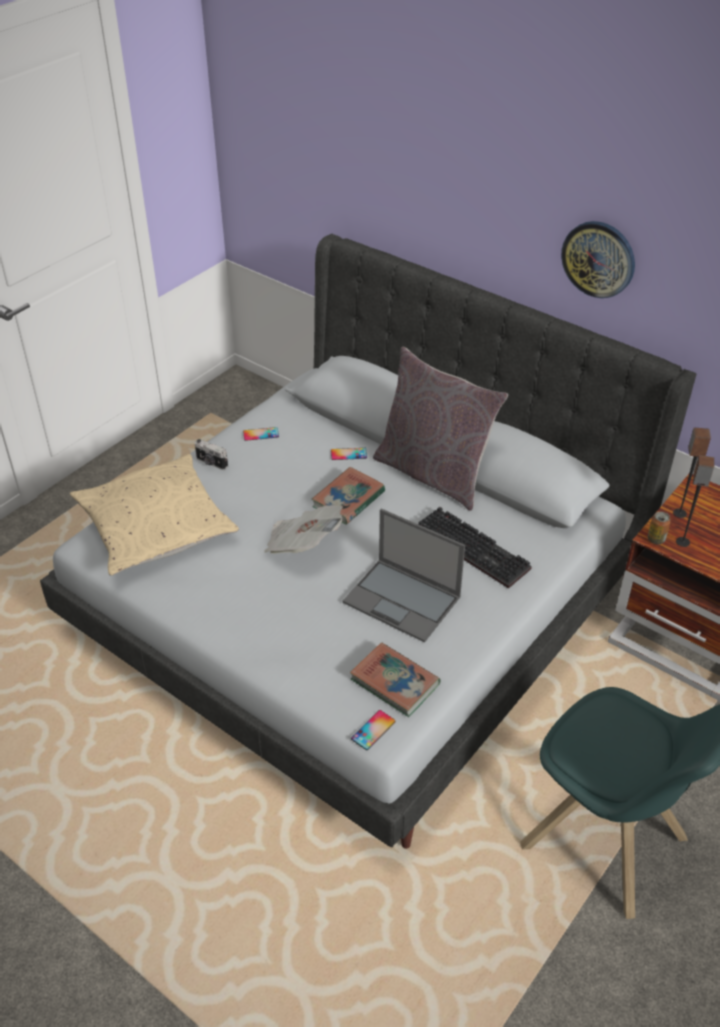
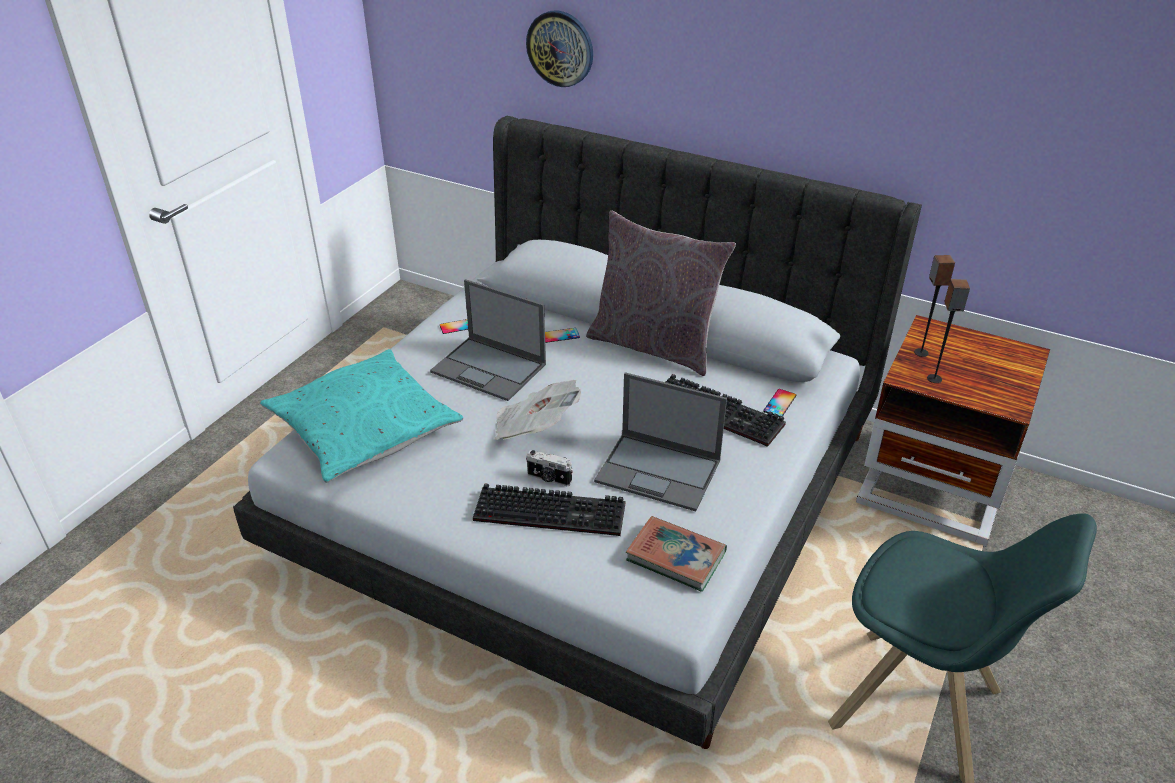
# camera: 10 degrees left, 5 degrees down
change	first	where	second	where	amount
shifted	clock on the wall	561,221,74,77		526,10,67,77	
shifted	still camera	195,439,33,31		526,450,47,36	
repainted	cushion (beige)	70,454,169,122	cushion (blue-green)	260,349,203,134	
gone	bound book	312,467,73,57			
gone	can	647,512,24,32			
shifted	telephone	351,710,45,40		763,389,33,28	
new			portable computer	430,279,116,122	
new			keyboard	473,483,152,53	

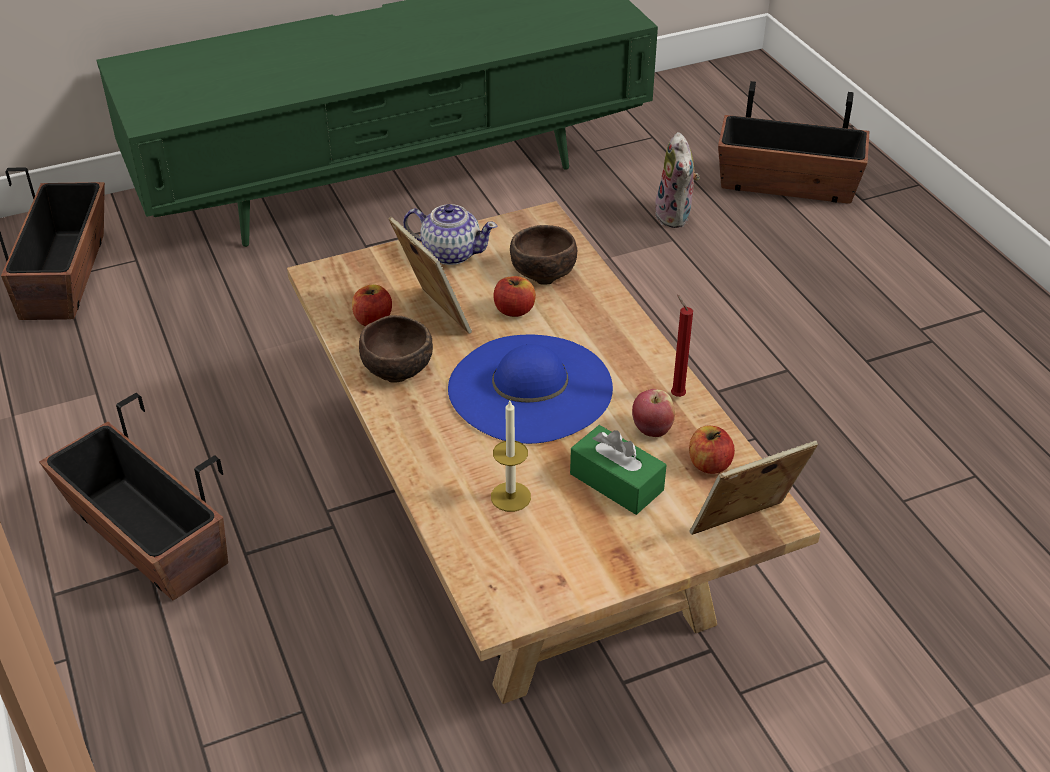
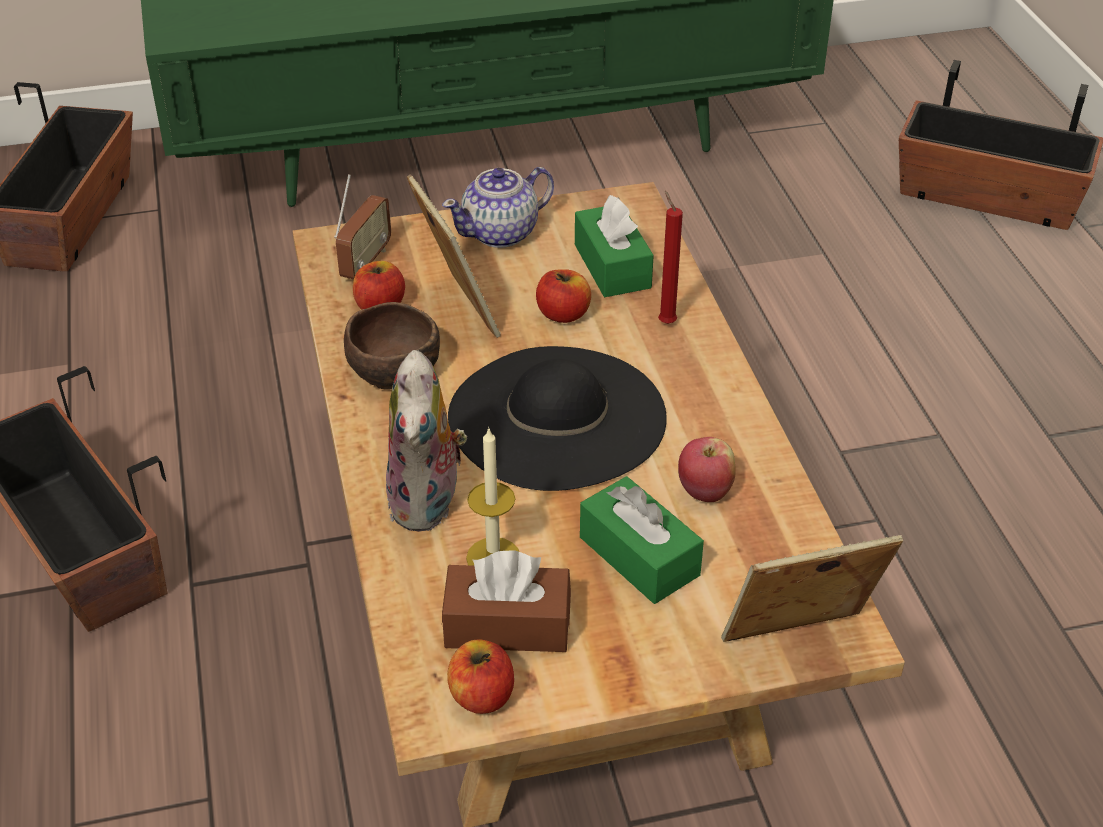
# camera: 10 degrees right, 0 degrees up
change	first	where	second	where	amount
shifted	cuddly toy	655,132,44,96		386,350,81,182	
rotated	teapot	403,204,95,61		442,167,112,81	120 degrees clockwise
swapped	serving bowl (brownish)	510,225,67,59	tissue holder (green-coloured)	575,195,79,102	
shifted	wax light (red-coloured)	671,295,22,102		658,191,25,133	
repainted	wearable hat (bluish)	448,335,165,109	wearable hat (black-coloured)	448,346,219,145	
shifted	apple	689,425,46,49		447,639,67,75	
new			radio	334,174,57,105	
new			tissue holder (brownish)	442,550,129,102	

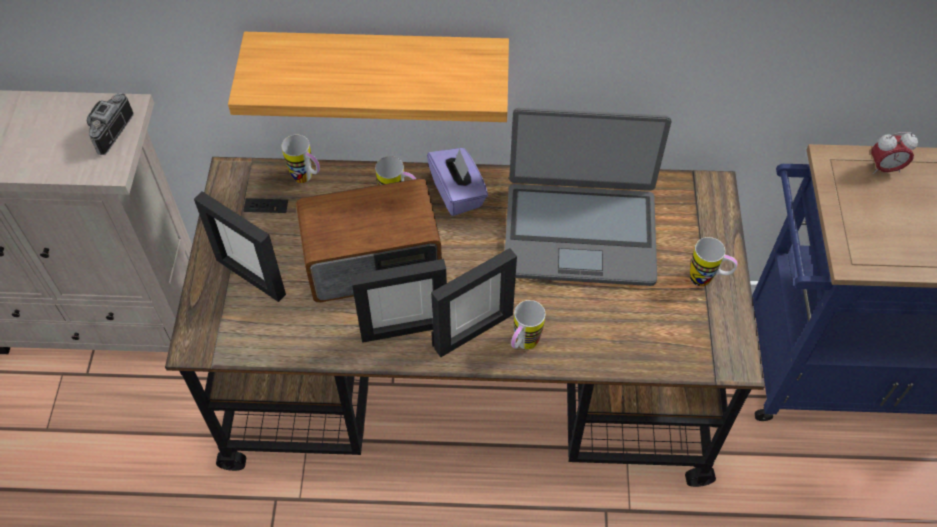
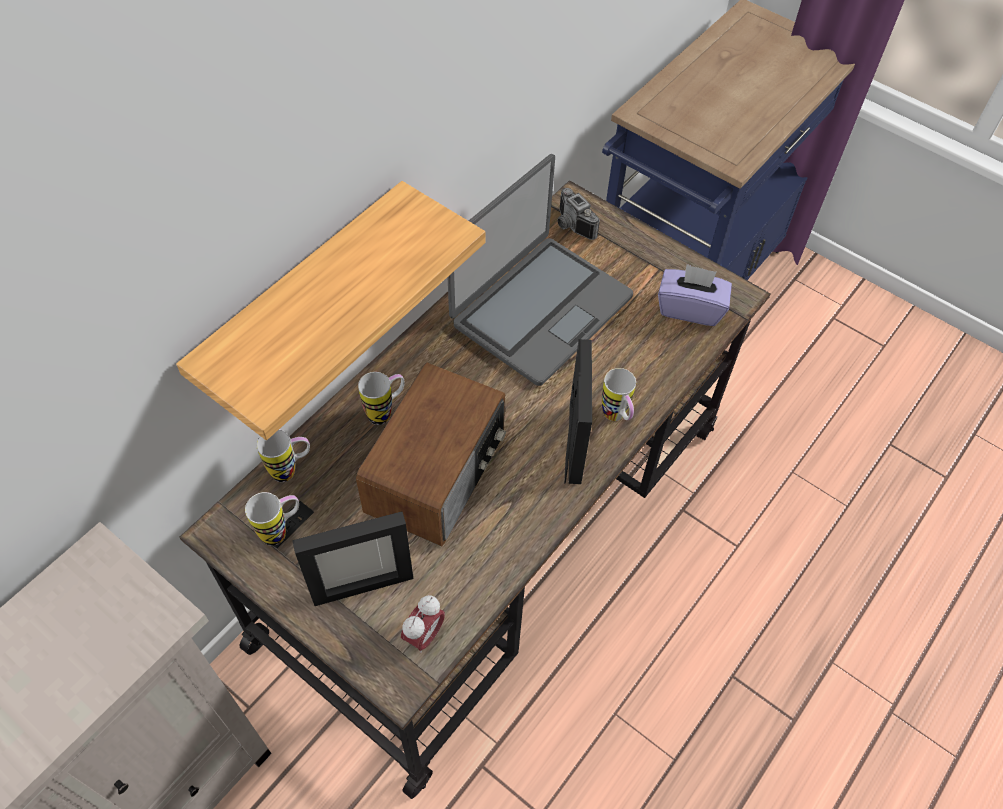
# camera: 55 degrees left, 0 degrees up
change	first	where	second	where	amount
shifted	still camera	87,94,47,61		558,188,42,52	
shifted	alarm clock	871,132,47,42		401,595,44,58	
shifted	tissue holder (purplish)	427,148,61,68		658,264,74,62	
shifted	tea mug	690,237,47,50		245,492,54,54	
gone	standing frame	350,259,97,84			

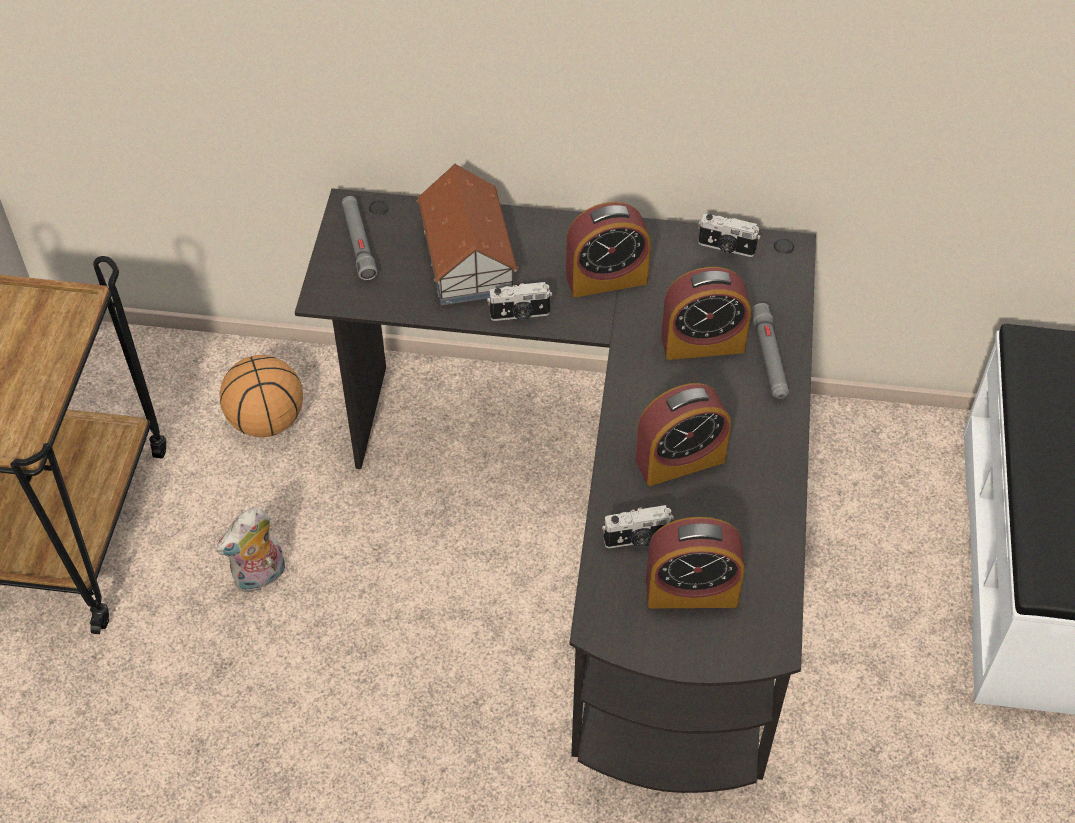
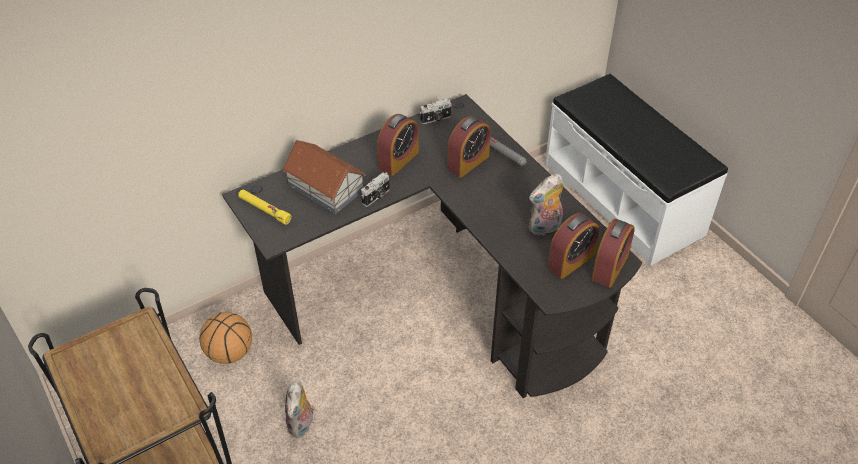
# camera: 40 degrees left, 5 degrees down
change	first	where	second	where	amount
repainted	hand torch (gray)	342,196,36,84	hand torch (yellowish)	238,189,54,36	
shifted	alarm clock	635,383,96,103		592,219,43,69	
gone	still camera	602,505,72,43			
new			cuddly toy	529,173,34,63	

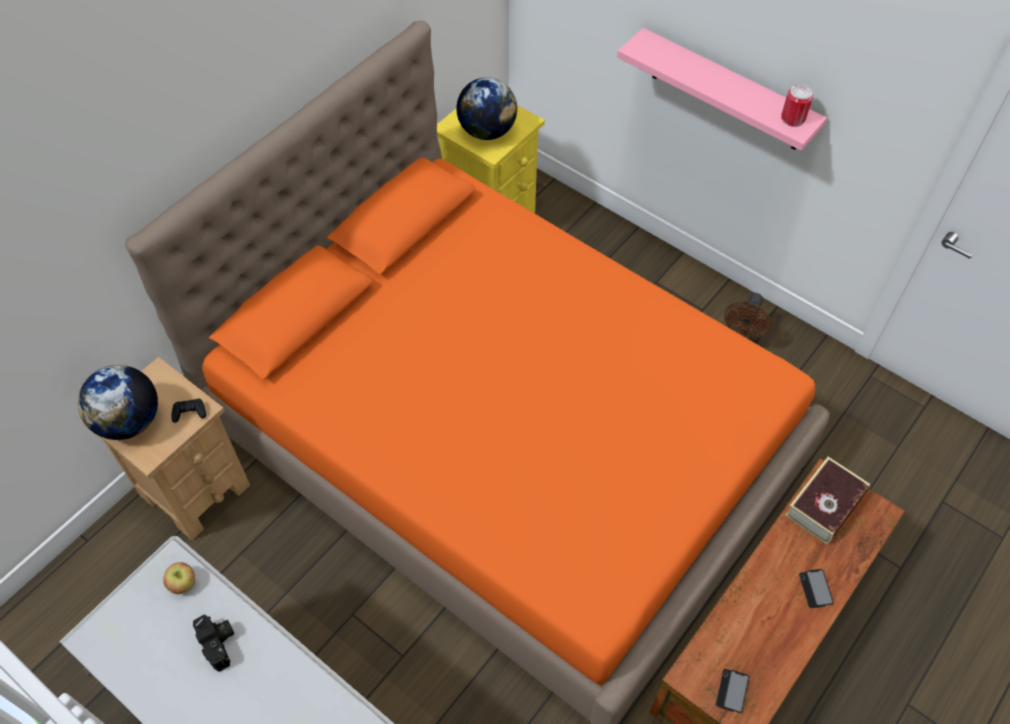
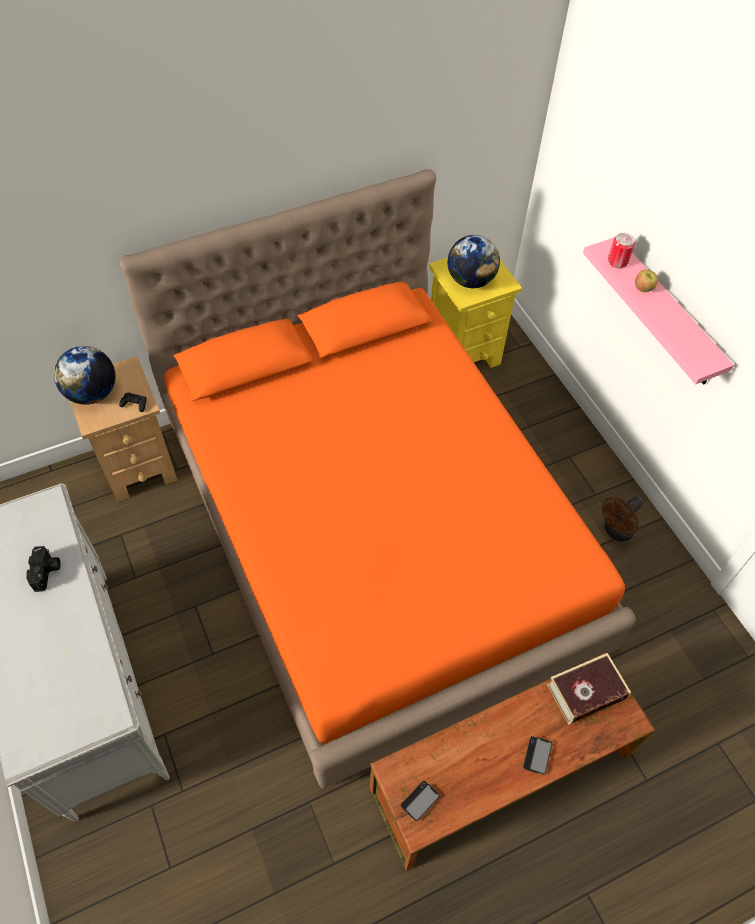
# camera: 25 degrees right, 0 degrees up
change	first	where	second	where	amount
shifted	can	781,84,32,43		608,233,27,36	
shifted	apple	163,562,32,32		635,269,23,23	

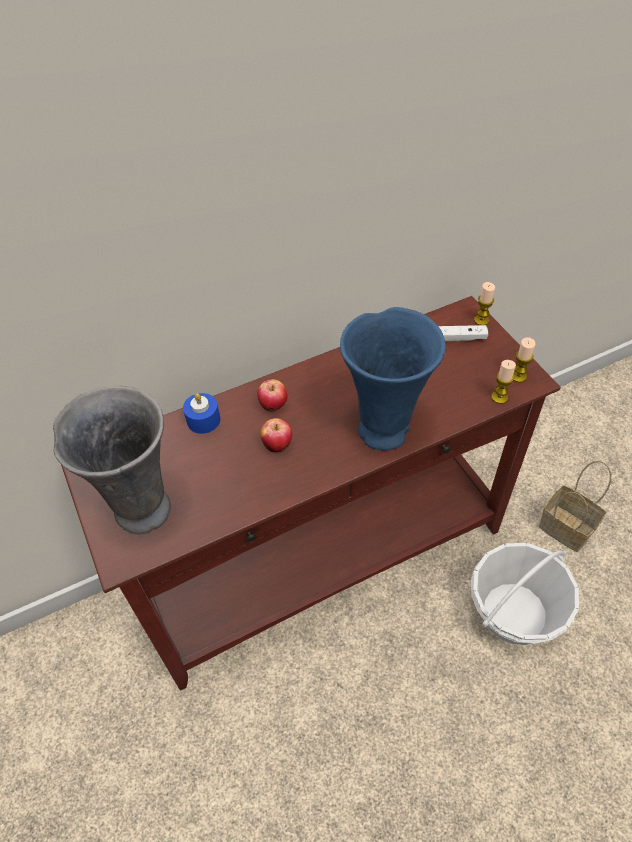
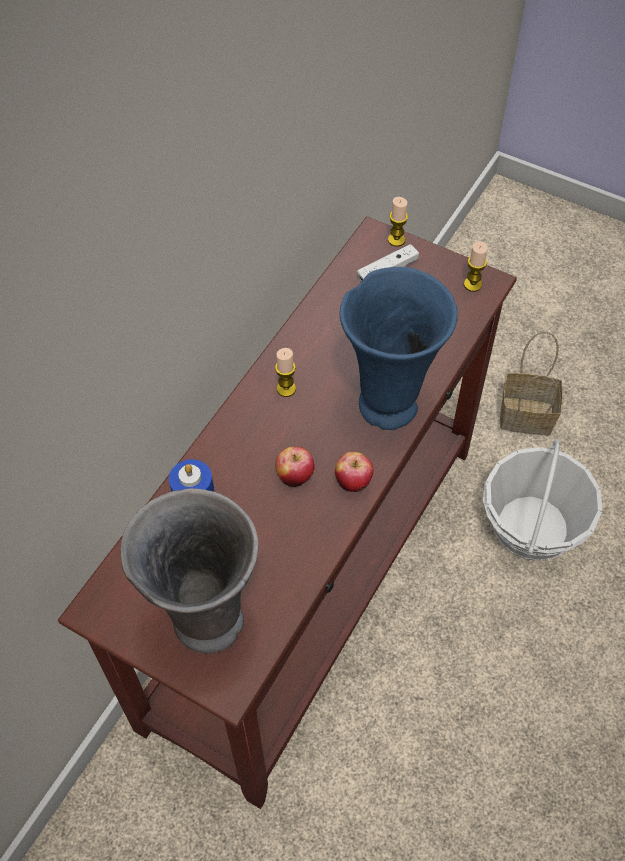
# camera: 35 degrees left, 5 degrees up
change	first	where	second	where	amount
shifted	wax light	491,360,25,44		275,348,21,49	
shifted	apple	257,379,30,33		335,452,38,40	

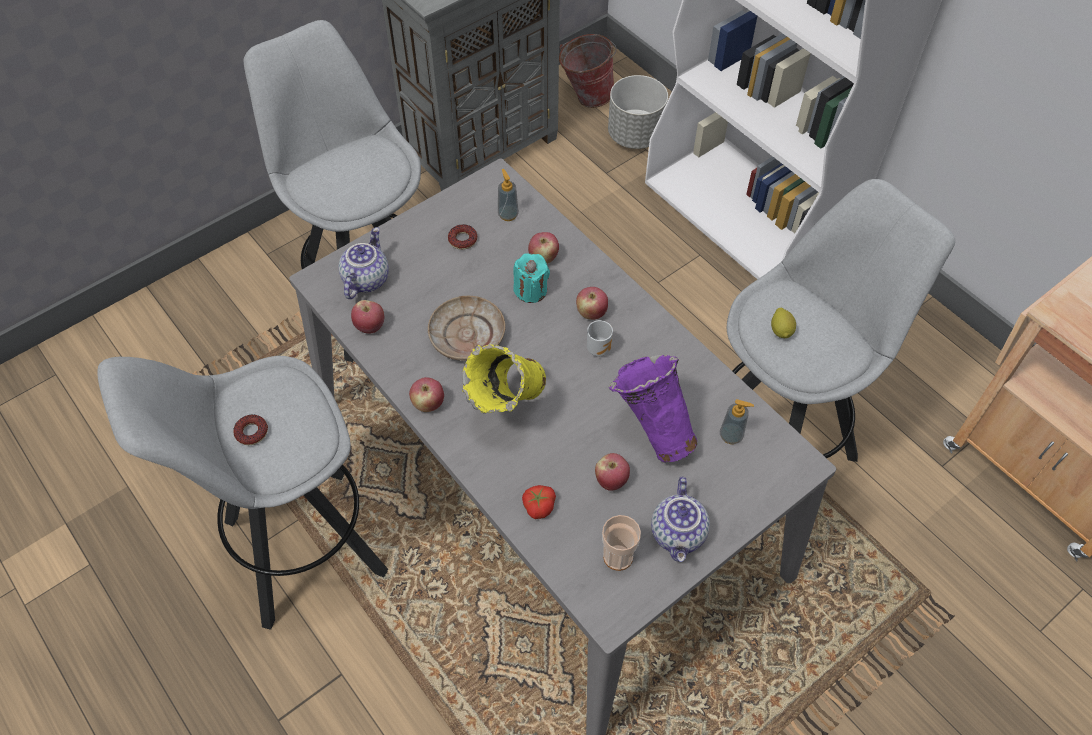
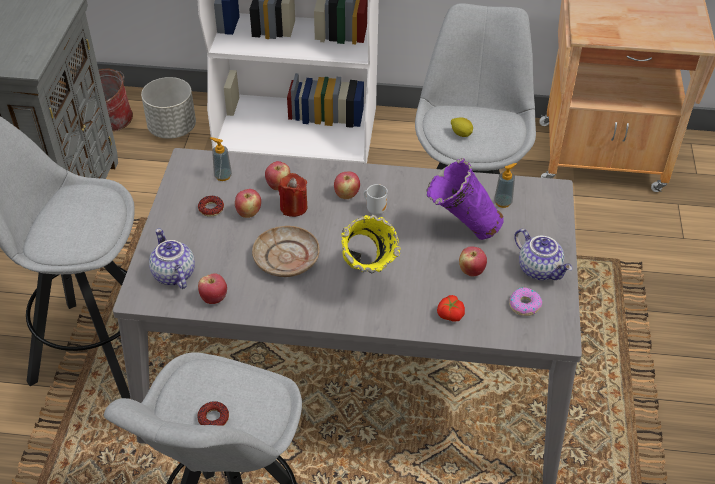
# camera: 45 degrees left, 10 degrees down
change	first	where	second	where	amount
repainted	wax light (blue-green)	513,253,37,50	wax light (red-coloured)	278,173,30,44	
shifted	apple	409,377,35,35		235,189,26,29	
swapped	drinking cup	602,515,39,56	ring doughnut	509,288,33,28	

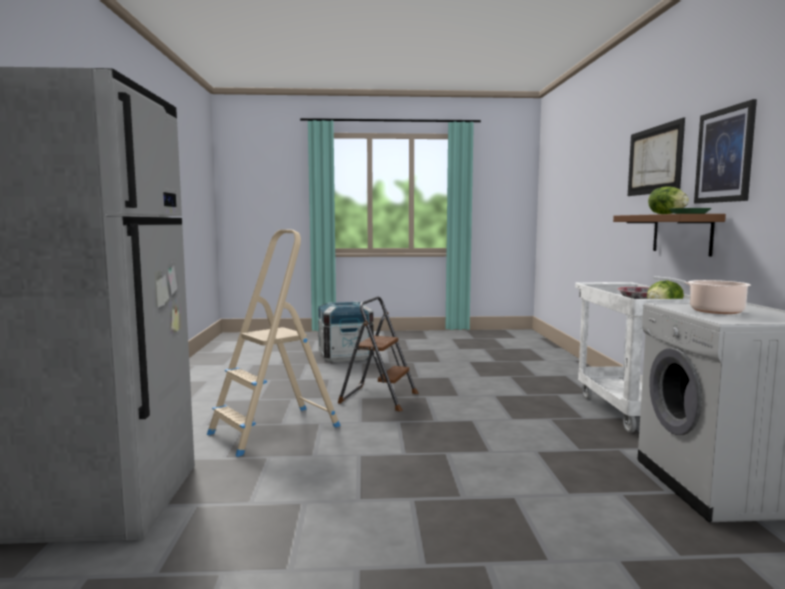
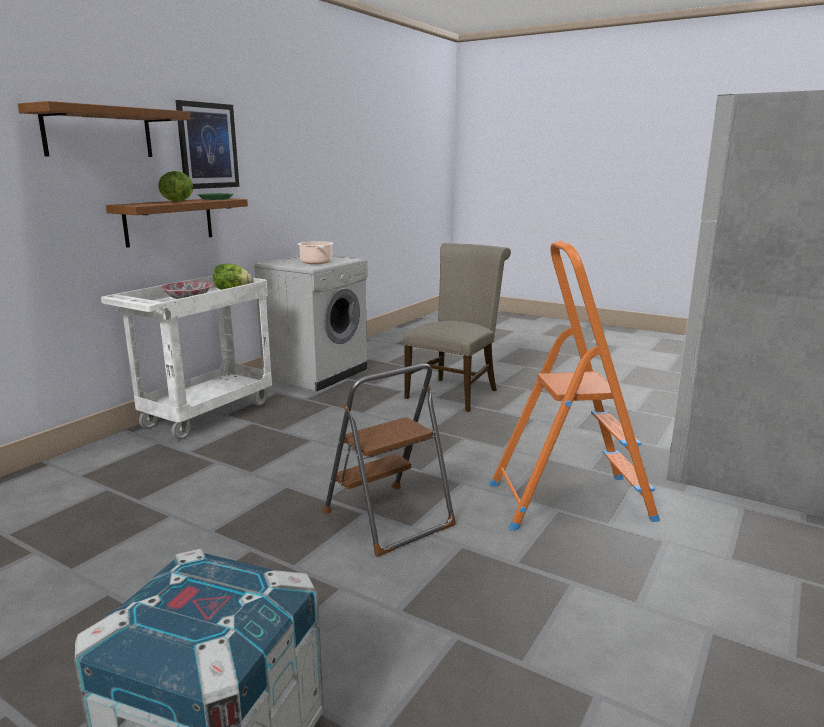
# camera: 145 degrees left, 10 degrees up
change	first	where	second	where	amount
swapped	wall picture	628,118,57,78	shelf (brownish)	18,101,173,56	
repainted	stepladder (beige)	207,229,134,228	stepladder (orange-coloured)	489,241,171,289	
new			upright chair (beige)	402,243,109,169	

